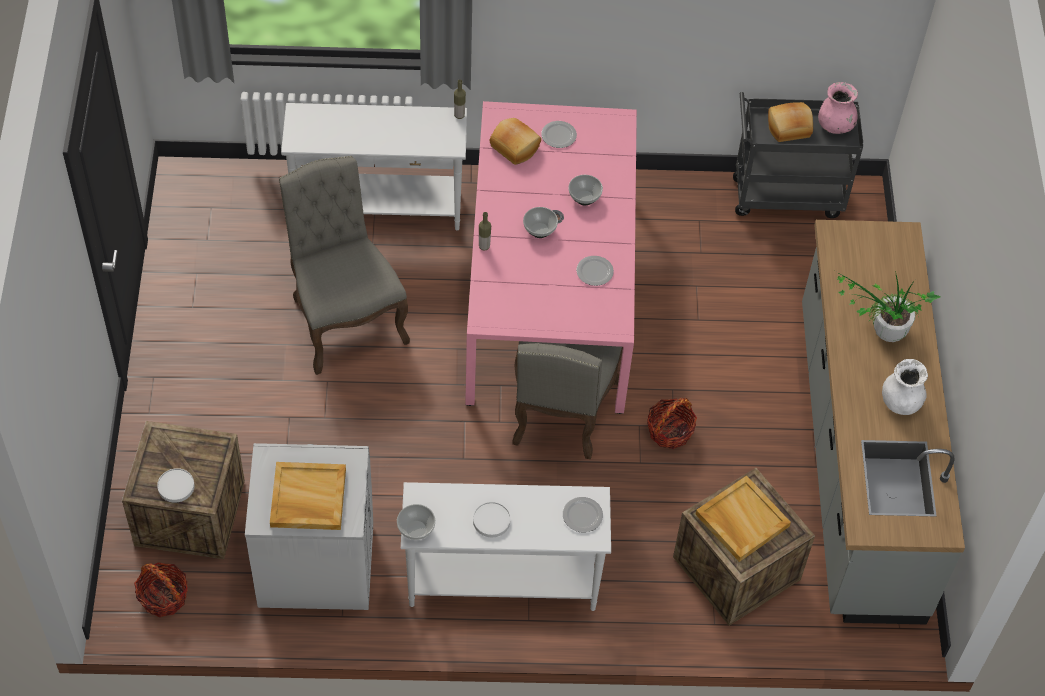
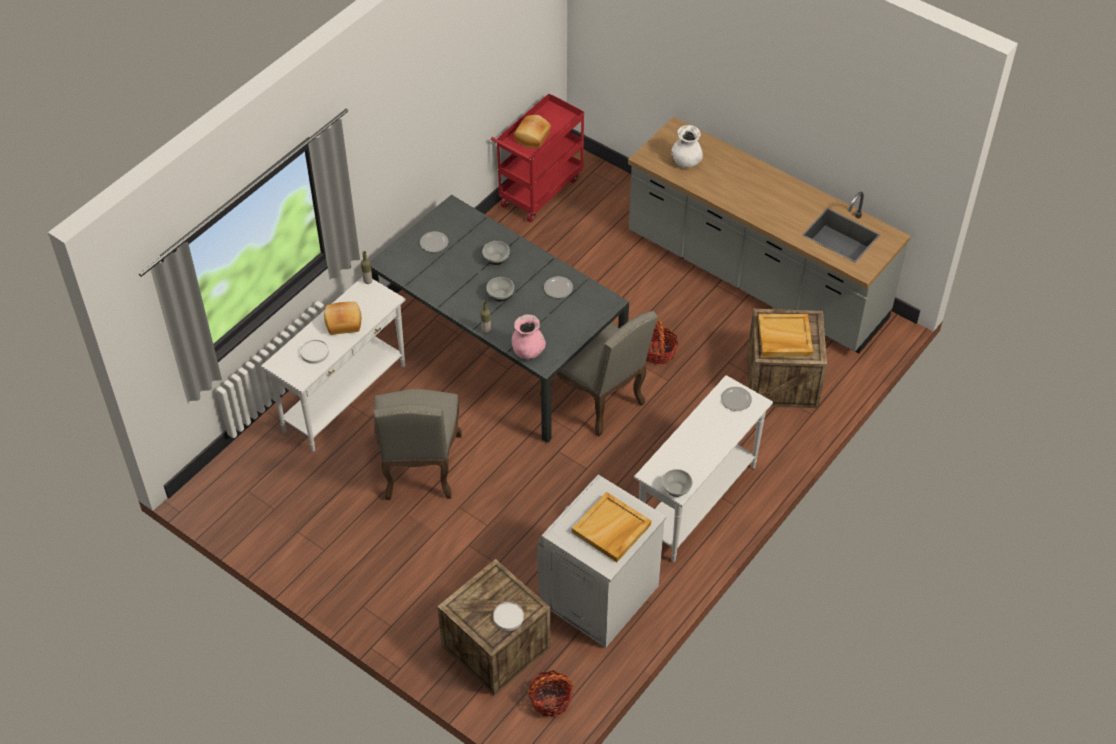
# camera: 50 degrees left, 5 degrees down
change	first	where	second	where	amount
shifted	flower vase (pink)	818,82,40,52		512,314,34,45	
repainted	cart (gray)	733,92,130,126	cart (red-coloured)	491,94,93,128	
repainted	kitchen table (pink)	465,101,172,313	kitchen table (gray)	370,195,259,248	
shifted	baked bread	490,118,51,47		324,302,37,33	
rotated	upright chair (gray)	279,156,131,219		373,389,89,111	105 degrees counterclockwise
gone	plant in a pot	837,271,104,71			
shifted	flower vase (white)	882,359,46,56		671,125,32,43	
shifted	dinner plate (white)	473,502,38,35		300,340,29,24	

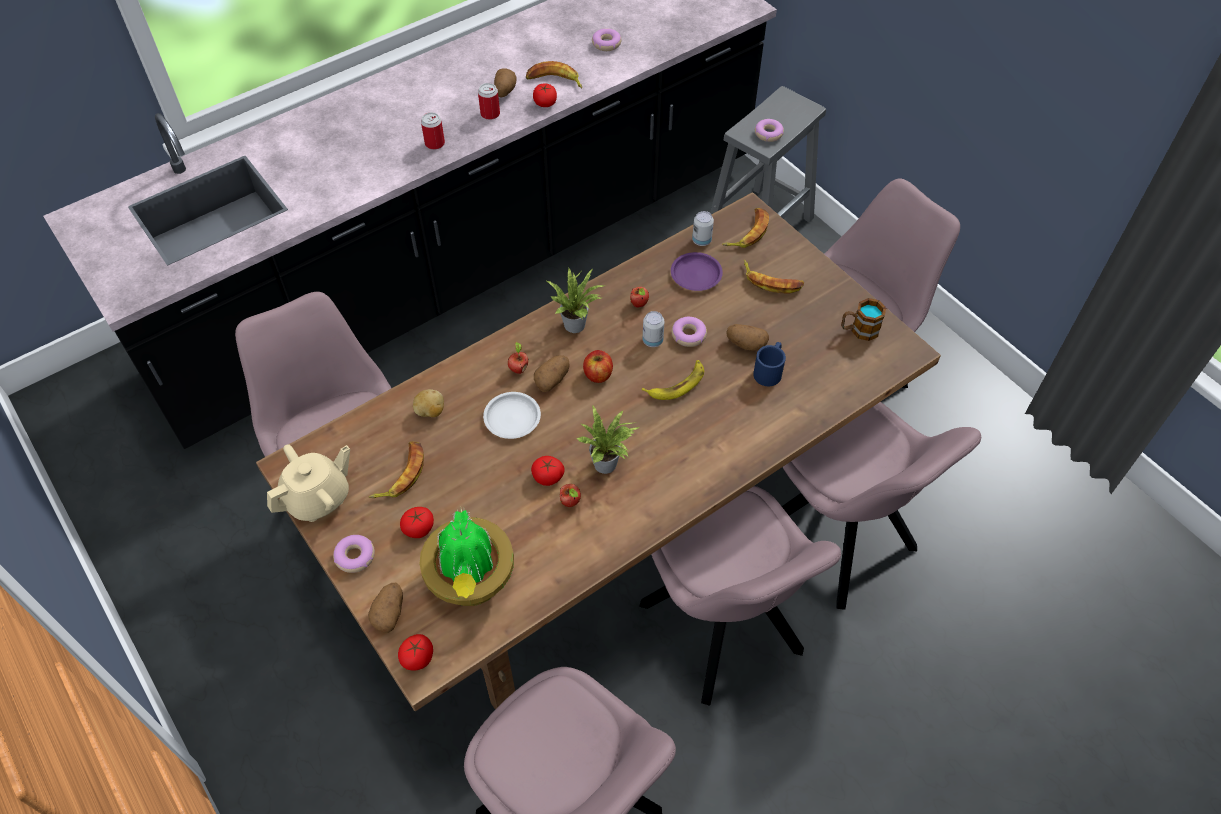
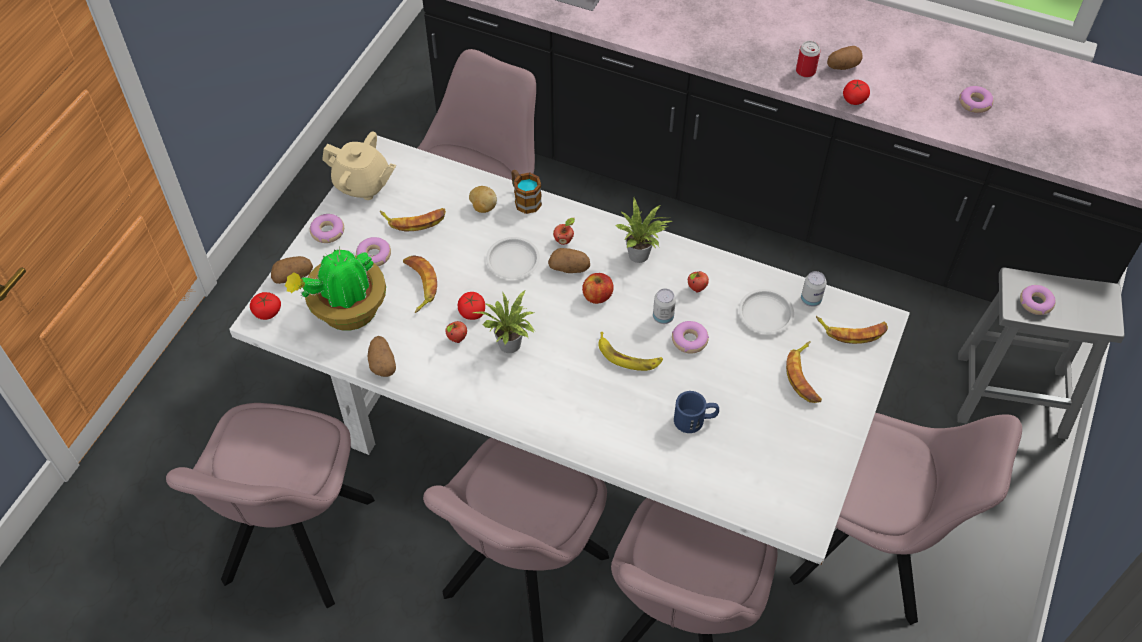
# camera: 60 degrees right, 0 degrees up
change	first	where	second	where	amount
shifted	banana	526,61,56,28		403,255,34,58	
gone	can	421,112,24,38			
repainted	kitchen table (brownish)	256,192,685,519	kitchen table (white)	229,135,681,430	
repainted	dinner plate (purplish)	671,252,52,39	dinner plate (white)	739,289,55,45	
shifted	tea mug	841,298,45,43		511,170,31,44	
shifted	potato	726,324,43,26		368,336,28,41	
swapped	tomato	400,507,34,31	ring doughnut	356,237,35,29	

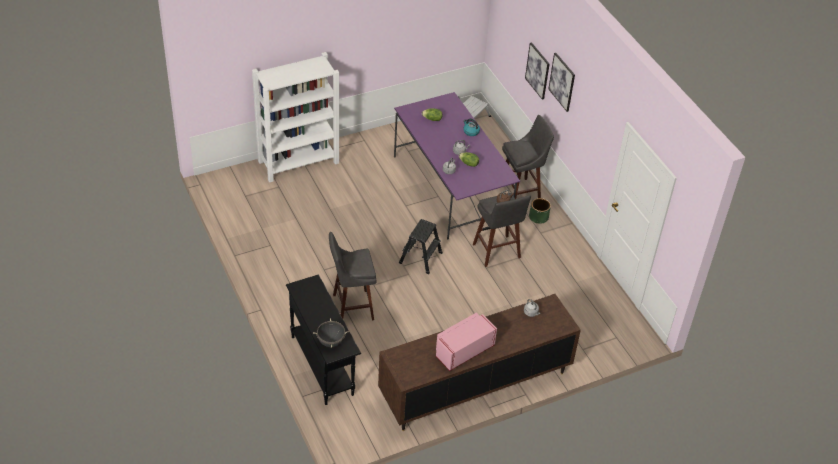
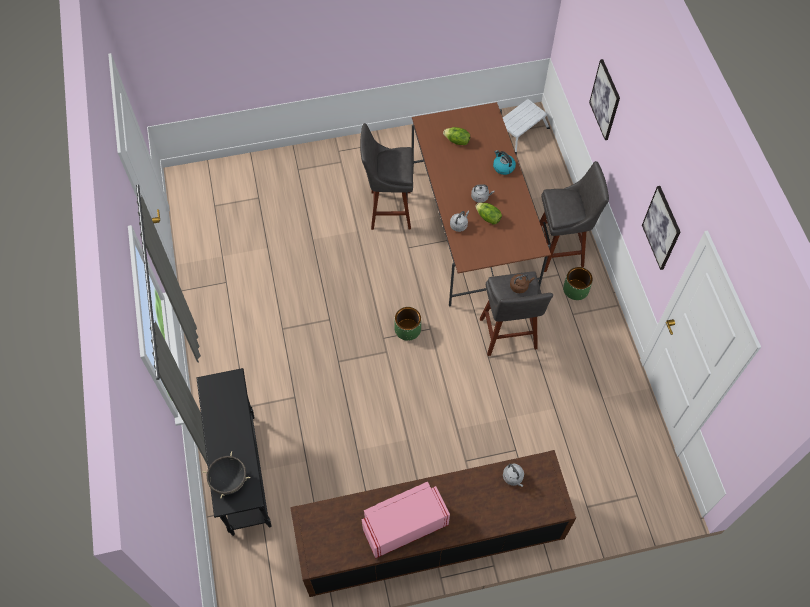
# camera: 15 degrees right, 15 degrees up
change	first	where	second	where	amount
gone	bookcase (white)	252,52,87,130			
shifted	wall picture	548,53,27,59		642,186,38,84	
repainted	kitchen table (purplish)	394,92,126,147	kitchen table (brownish)	411,102,140,204	
swapped	stepladder (black-coloured)	399,219,44,55	planter (green-coloured)	394,307,27,34	
shifted	stool seat (gray)	329,232,47,88		360,123,53,107	

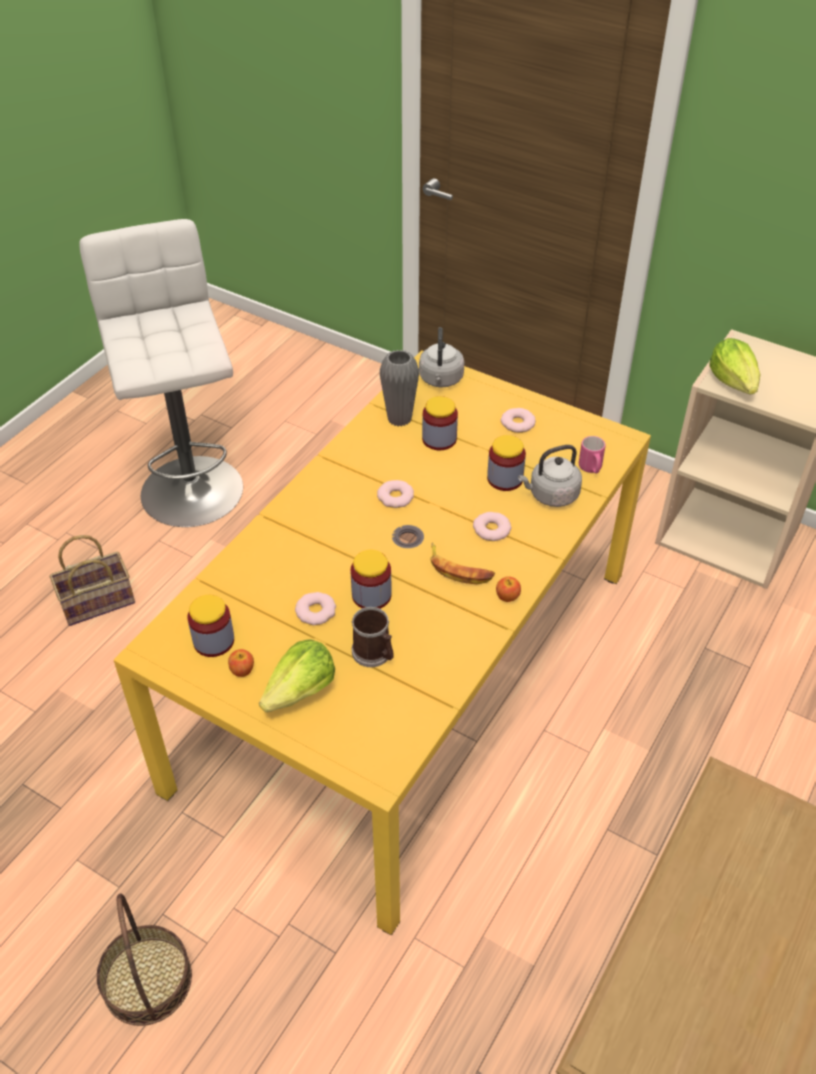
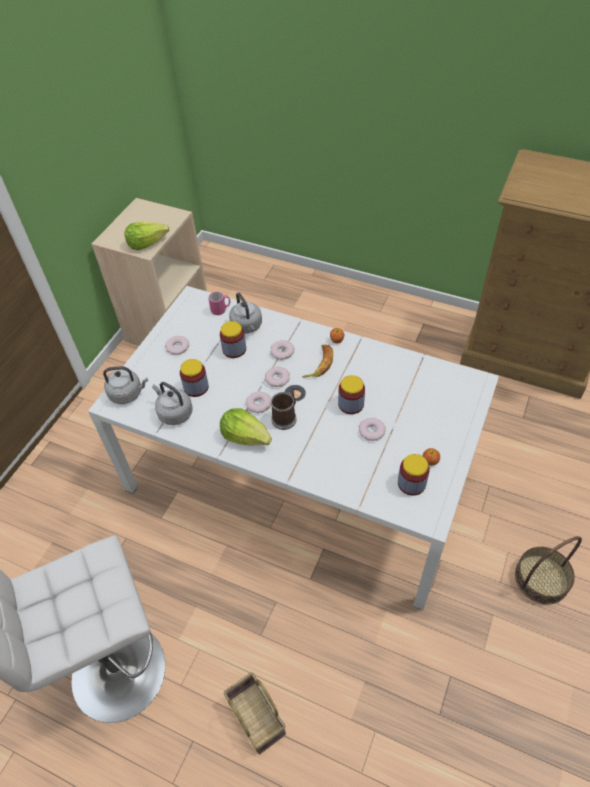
# camera: 95 degrees left, 5 degrees up
change	first	where	second	where	amount
repainted	kitchen table (yellowish)	114,350,537,585	kitchen table (white)	88,286,411,324	
swapped	flower vase (gray)	380,350,39,77	kettle (gray)	152,382,41,43	
shifted	tea mug	352,607,41,60		271,390,25,40	
shifted	head of lettuce	259,639,76,73		220,408,52,37	
new			ring doughnut	265,366,25,21	

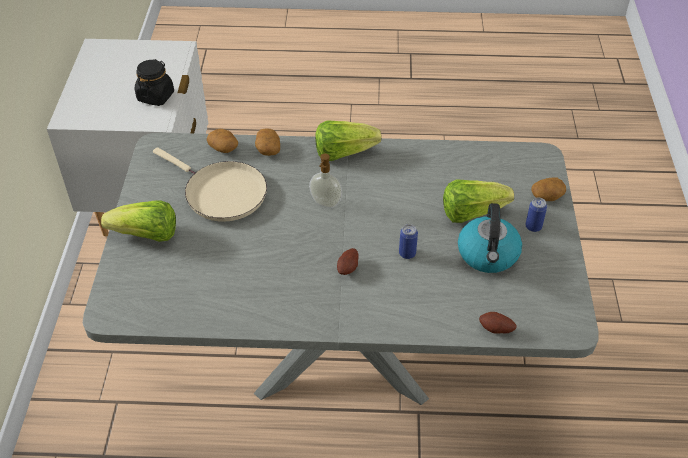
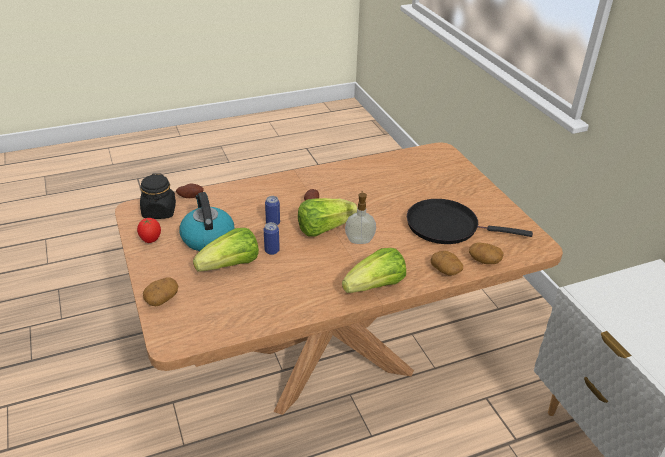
# camera: 155 degrees right, 10 degrees down
change	first	where	second	where	amount
shifted	preserve jar (black-coloured)	135,59,39,47		140,173,36,46	
repainted	kitchen table (gray)	83,133,516,272	kitchen table (brownish)	115,142,448,273	
repainted	skillet (beige)	153,147,114,75	skillet (black-coloured)	407,199,126,45	
shifted	can	525,198,22,34		264,222,16,33	
shifted	head of lettuce	101,200,75,42		298,198,59,39	
new			tomato	137,218,24,25	

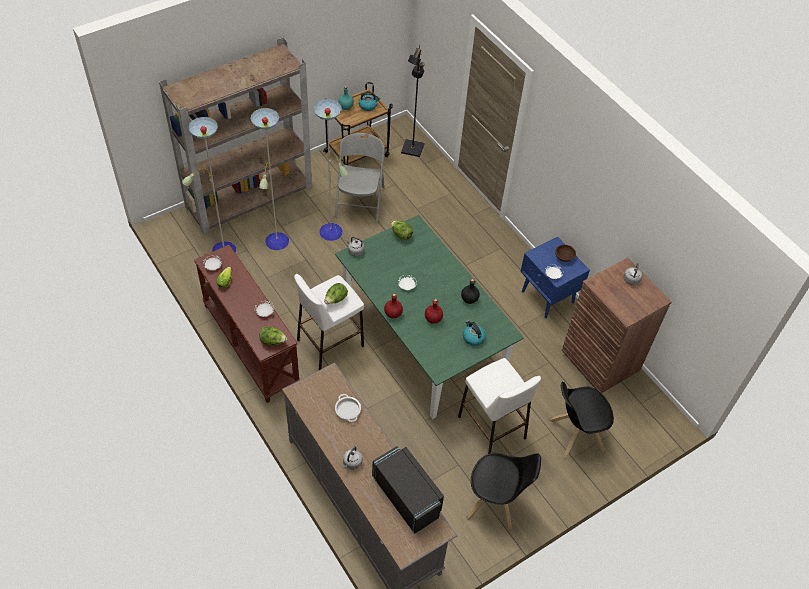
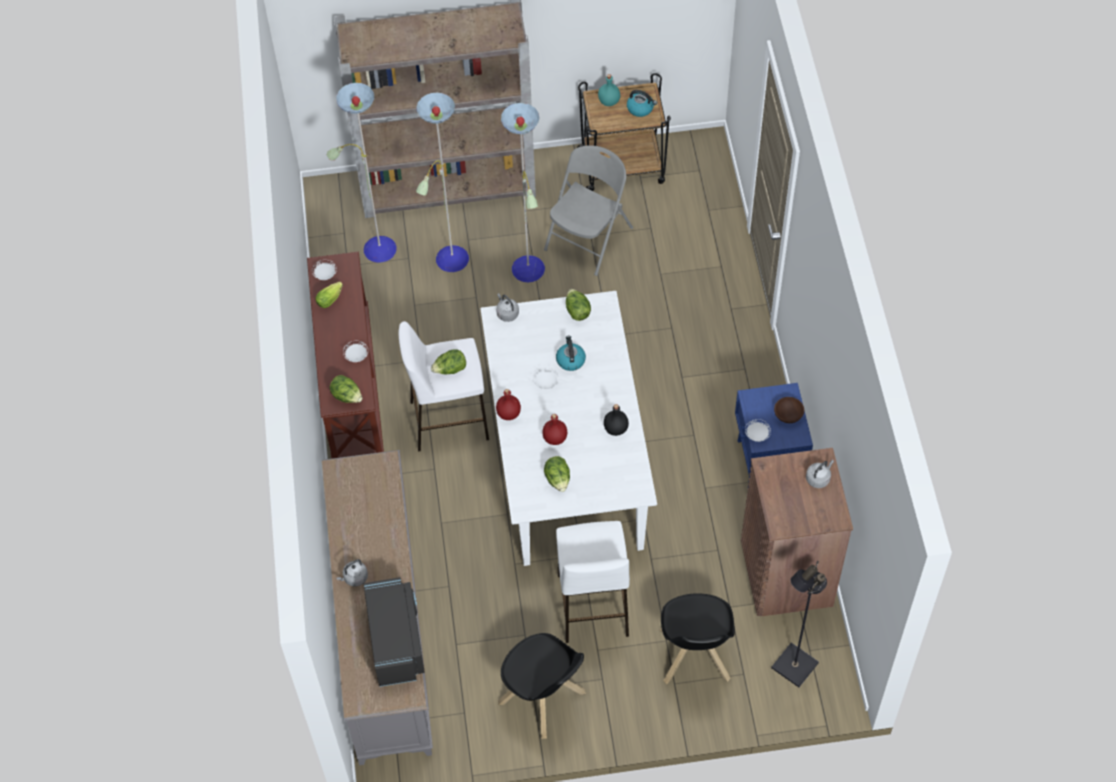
# camera: 30 degrees right, 5 degrees up
change	first	where	second	where	amount
shifted	standing lamp (black-coloured)	401,45,24,112		771,561,56,126	
repainted	kitchen table (green-coloured)	335,215,189,204	kitchen table (white)	480,291,177,275	
shifted	kettle	463,320,23,26		556,336,30,35	
rotated	upright chair (black-coloured)	550,382,64,78		659,593,76,91	105 degrees counterclockwise
gone	saucepot	335,394,26,28			
new			head of lettuce	544,456,26,36	

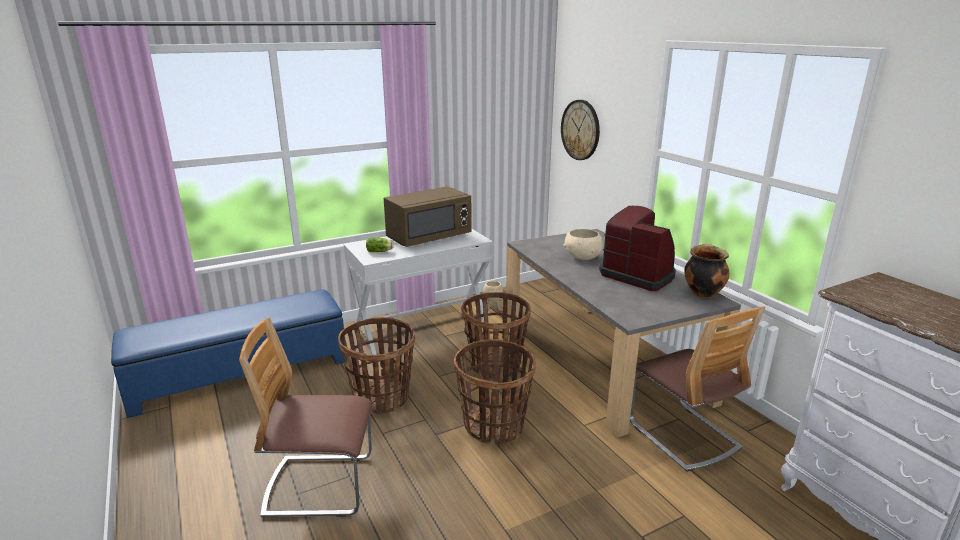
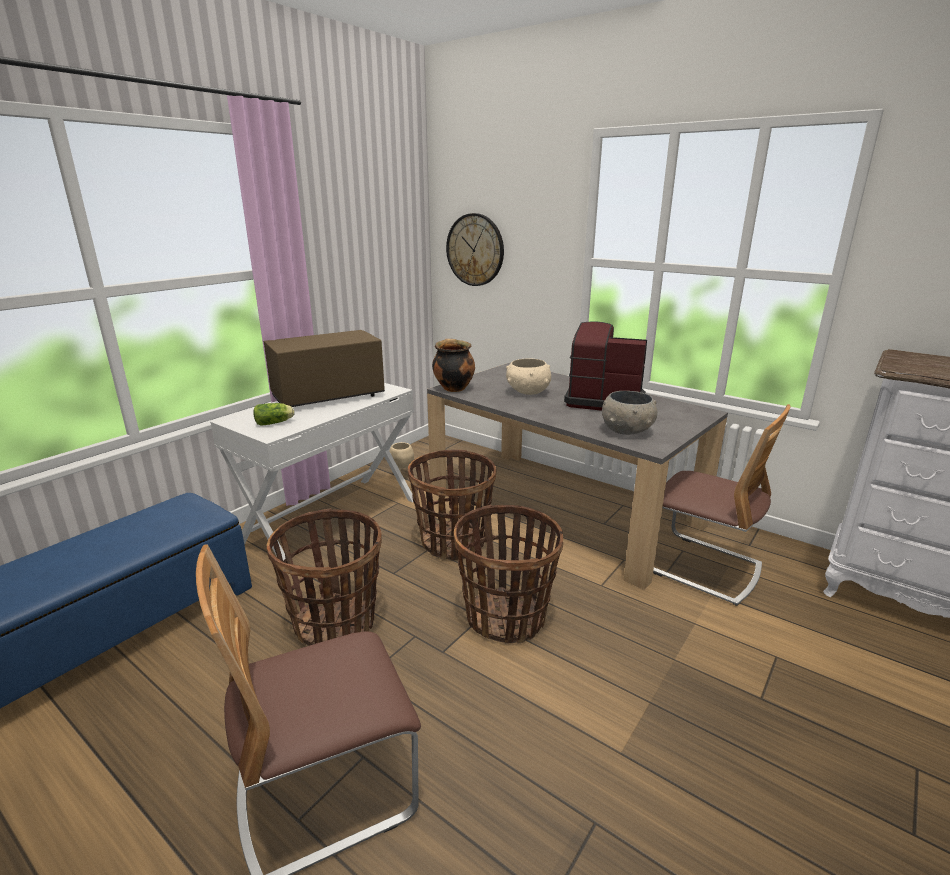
# camera: 25 degrees left, 0 degrees up
change	first	where	second	where	amount
rotated	kitchen microwave (brownish)	384,186,88,61		264,330,121,77	150 degrees counterclockwise
shifted	saucepot	684,243,45,55		432,339,43,53	
new			serving bowl (gray)	602,391,55,44	

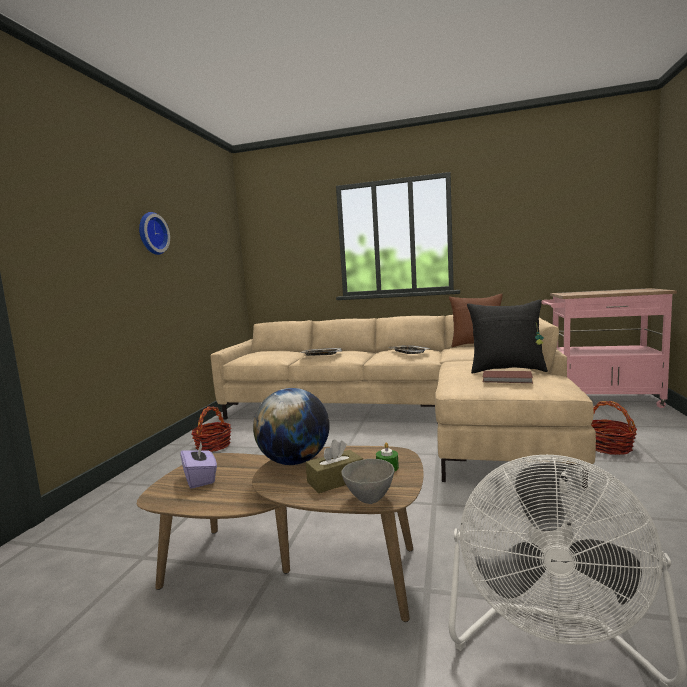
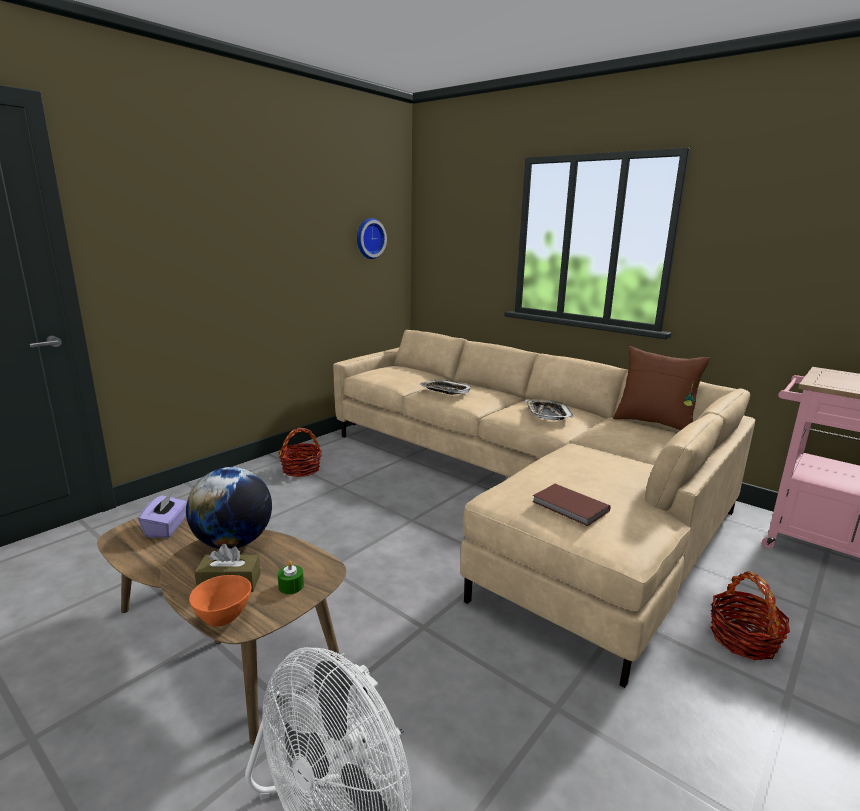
# camera: 25 degrees right, 10 degrees up
change	first	where	second	where	amount
shifted	clock on the wall	139,212,31,43		357,218,30,41	
gone	cushion (black-coloured)	467,300,81,73			
repainted	serving bowl (gray)	341,459,54,45	serving bowl (orange-coloured)	189,575,62,52	

